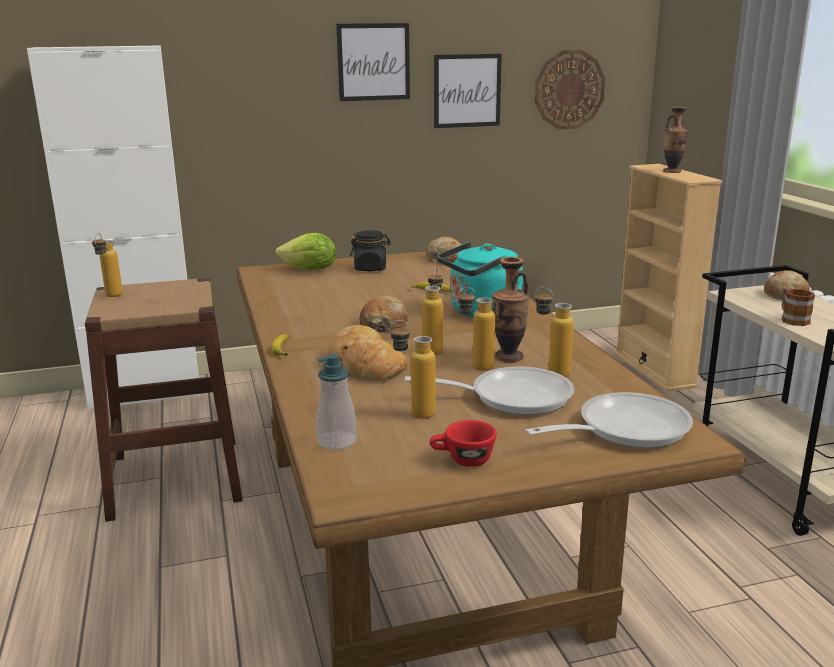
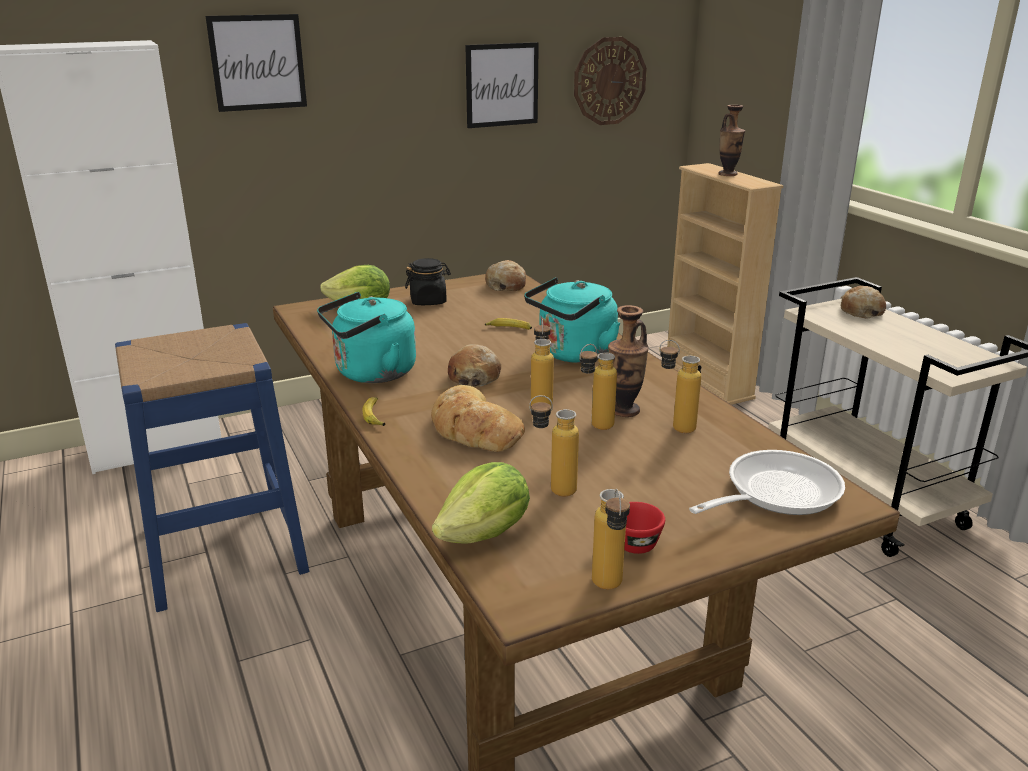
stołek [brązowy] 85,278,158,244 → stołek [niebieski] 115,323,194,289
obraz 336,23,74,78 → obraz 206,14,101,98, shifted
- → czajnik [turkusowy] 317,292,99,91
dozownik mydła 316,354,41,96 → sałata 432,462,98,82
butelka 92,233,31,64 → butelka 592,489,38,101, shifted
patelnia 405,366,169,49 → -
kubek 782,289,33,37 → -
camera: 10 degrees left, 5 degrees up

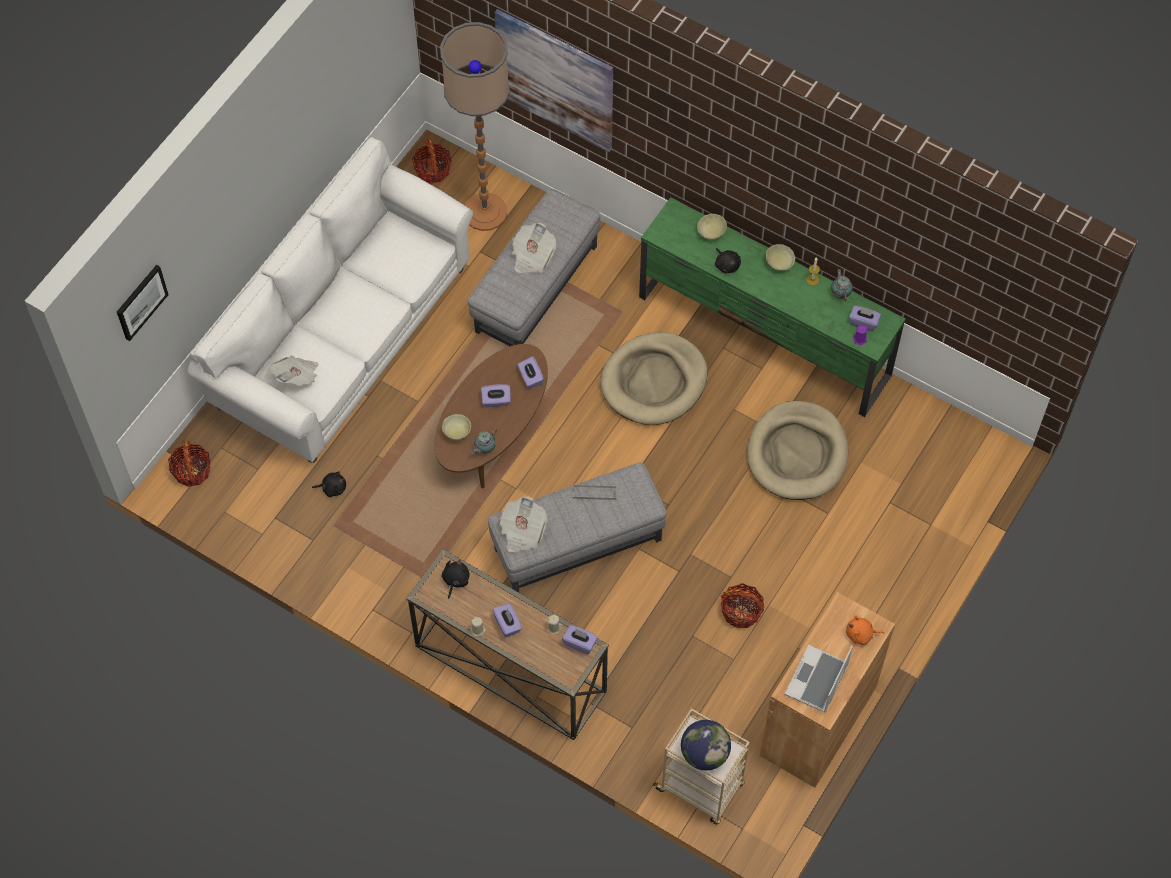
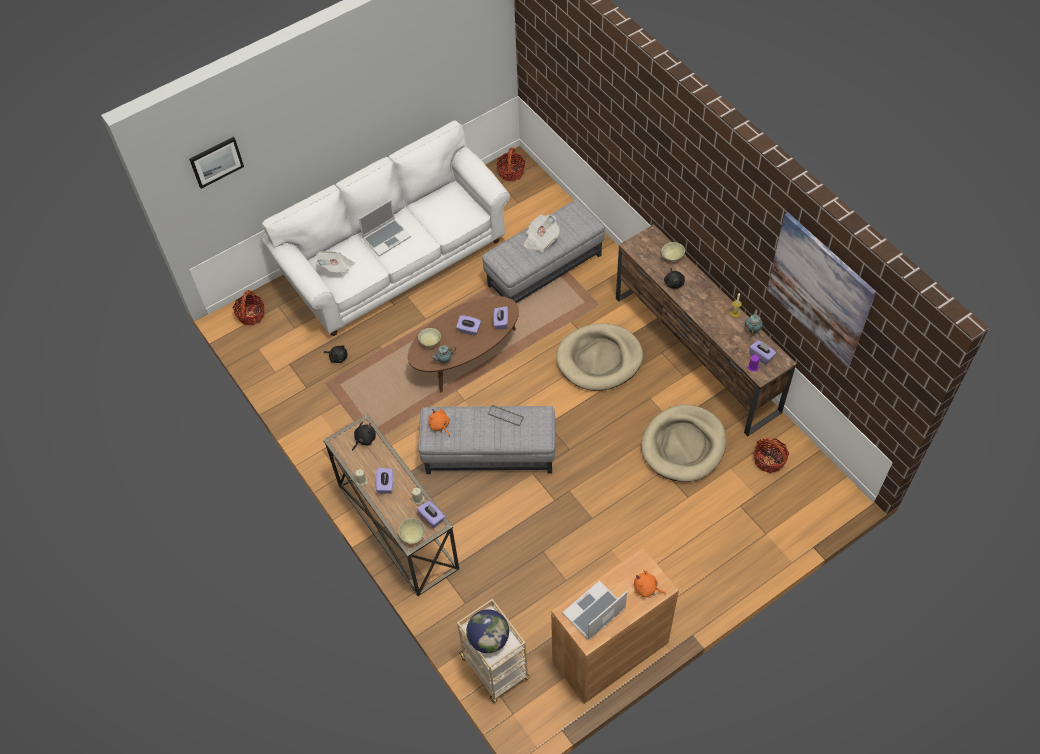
- → laptop 359,200,52,56
miska [beżowy] 766,244,29,27 → miska [beżowy] 398,518,27,26, shifted
gazeta 499,496,49,57 → pluszak [pomarańczowy] 428,408,22,28
szafka pod telewizor [zielony] 639,197,266,220 → szafka pod telewizor [brązowy] 616,224,180,212
koszyk 721,583,43,45 → koszyk 754,438,35,35, shifted
obraz 495,9,118,143 → obraz 767,212,109,155, shifted
lampa stojąca 440,22,70,209 → -
camera: 25 degrees right, 5 degrees down

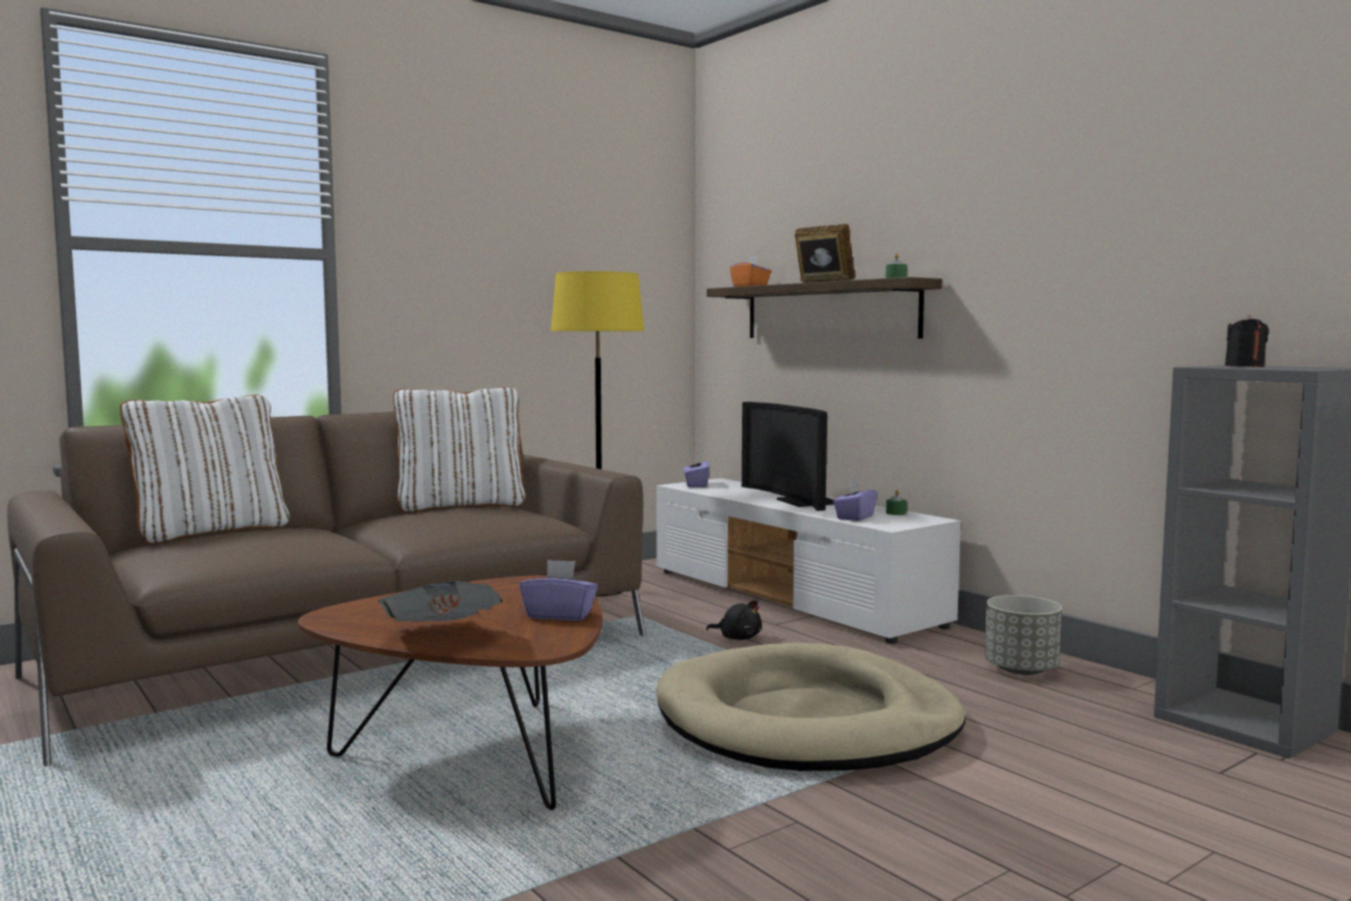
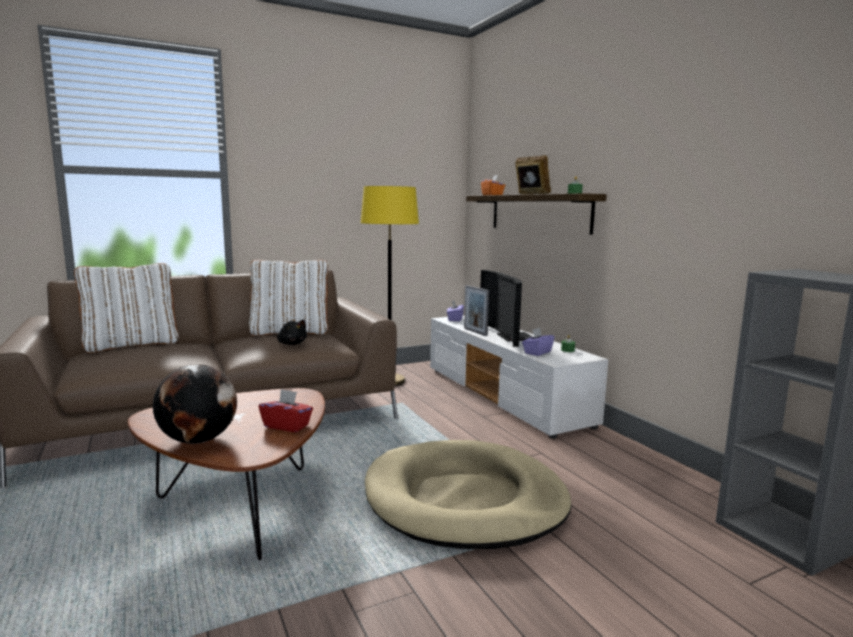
gazeta 377,581,126,41 → globus 153,364,84,80
pudełko chusteczek [fioletowy] 519,559,79,62 → pudełko chusteczek [czerwony] 259,389,54,43
pluszak [czarny] 706,600,56,40 → pluszak [czarny] 277,320,30,25, shifted
- → ramka na zdjęcie 464,285,25,51
donica [szary] 985,595,77,80 → -
świeca [czarny] 1225,315,44,52 → -
camera: 10 degrees right, 5 degrees up

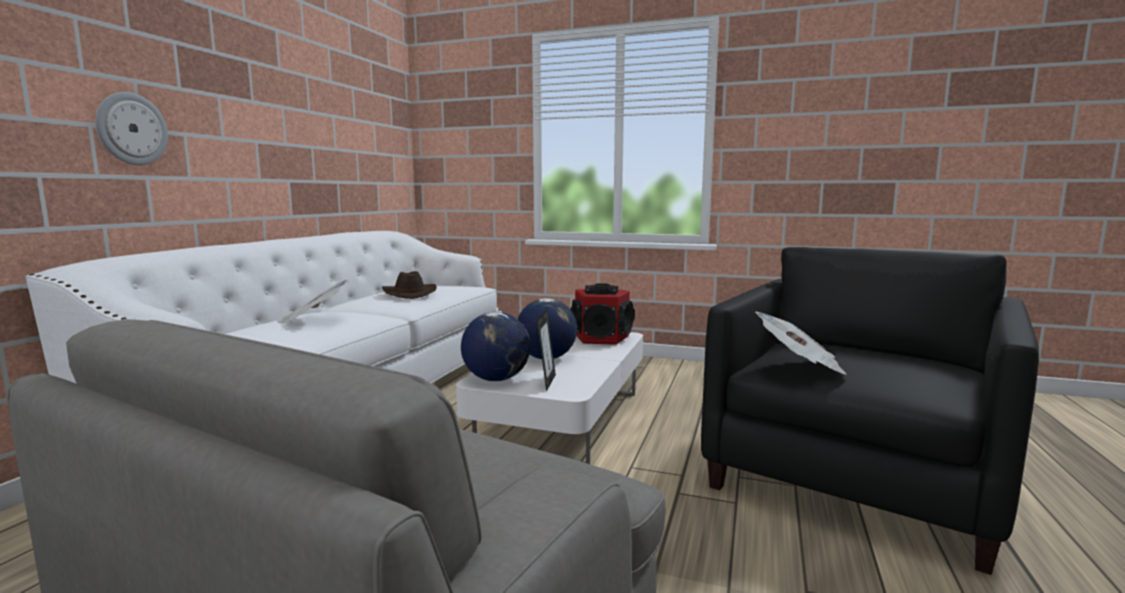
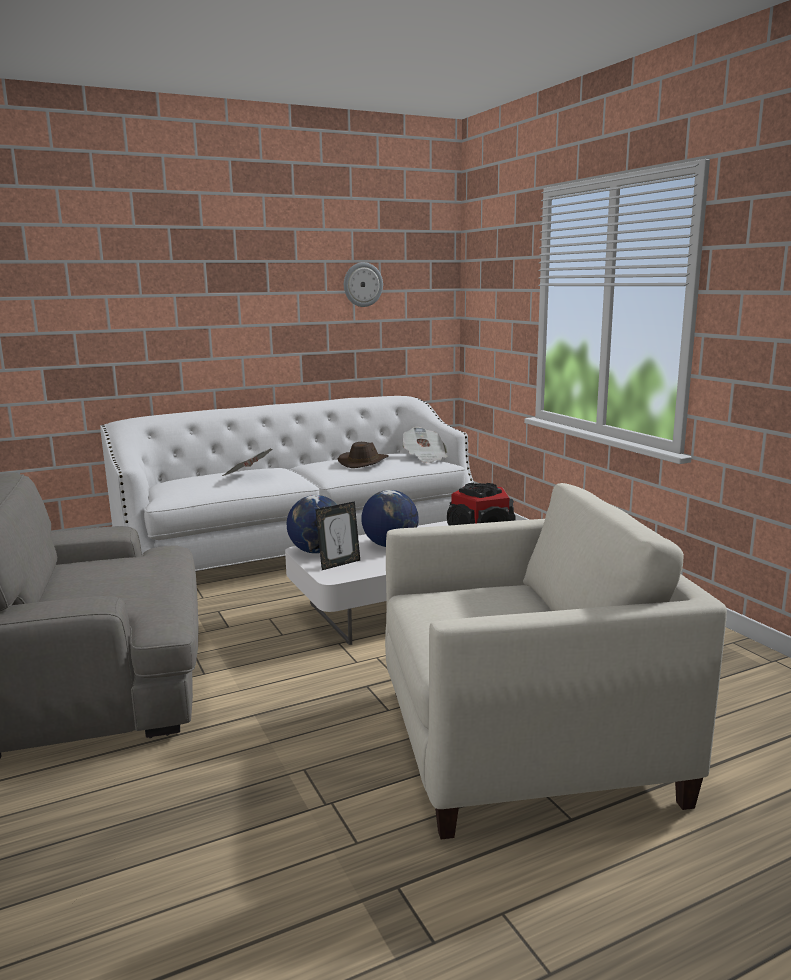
zegar ścienny 95,92,73,73 → zegar ścienny 344,262,39,45, shifted
fotel [czarny] 701,247,338,328 → fotel [beżowy] 385,483,342,356
gazeta 755,312,91,62 → gazeta 402,427,46,36, shifted
camera: 45 degrees right, 5 degrees up

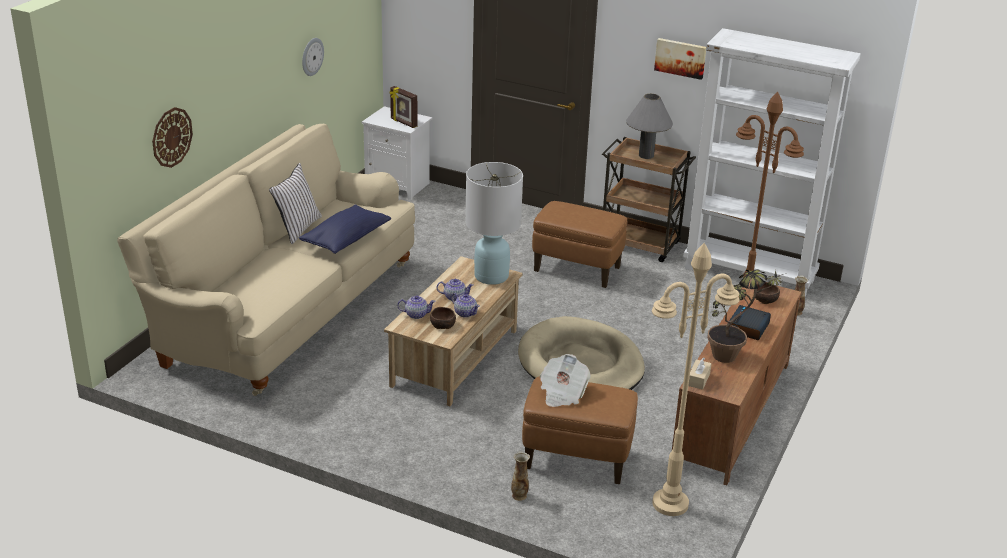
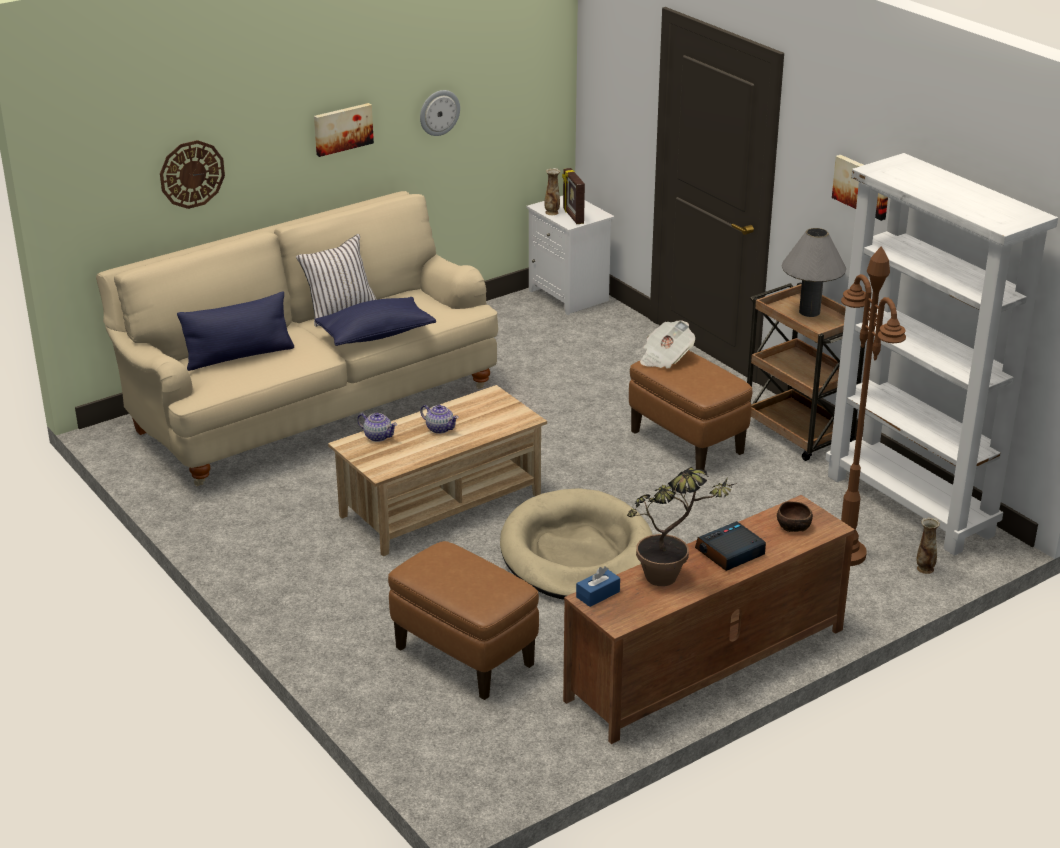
- → poduszka [niebieski] 177,291,117,80
- → obraz 314,103,60,54
wazon 511,451,19,50 → wazon 544,168,17,47, shifted
pudełko chusteczek [beżowy] 688,357,24,33 → pudełko chusteczek [niebieski] 576,566,44,41
gazeta 540,354,51,53 → gazeta 640,320,55,48, shifted
miska [brązowy] 430,307,26,22 → -
imbryk 452,293,28,24 → -
lampa stołowa [biały] 465,162,58,123 → -
lampa stojąca [beżowy] 652,243,88,273 → -
camera: 30 degrees right, 0 degrees up

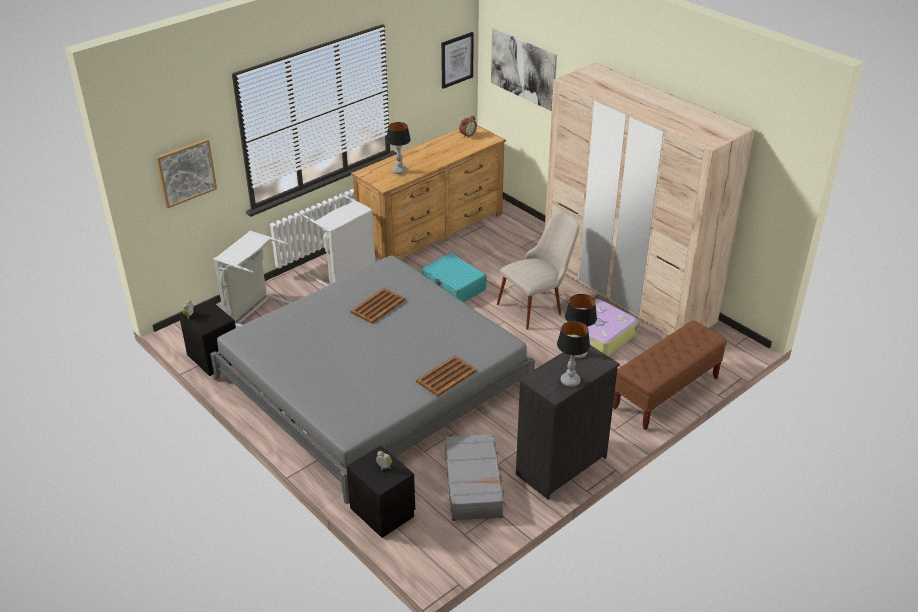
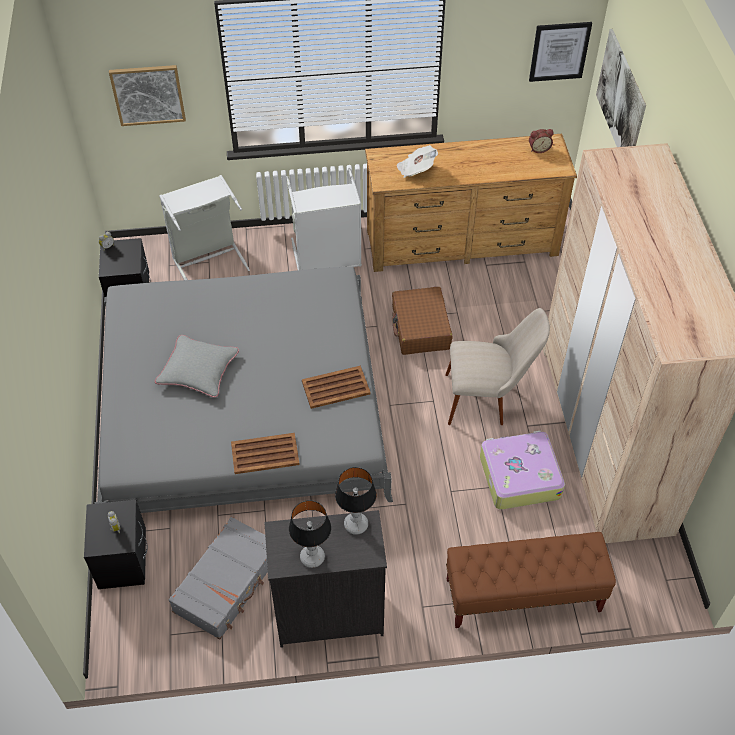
- → poduszka [szary] 155,335,84,62
taca [brązowy] 351,288,54,36 → taca [brązowy] 302,366,69,43, shifted
walizka [turkusowy] 421,253,66,49 → walizka [brązowy] 392,287,61,68
lampa stołowa 386,122,25,52 → gazeta 397,145,41,33
camera: 35 degrees right, 15 degrees up

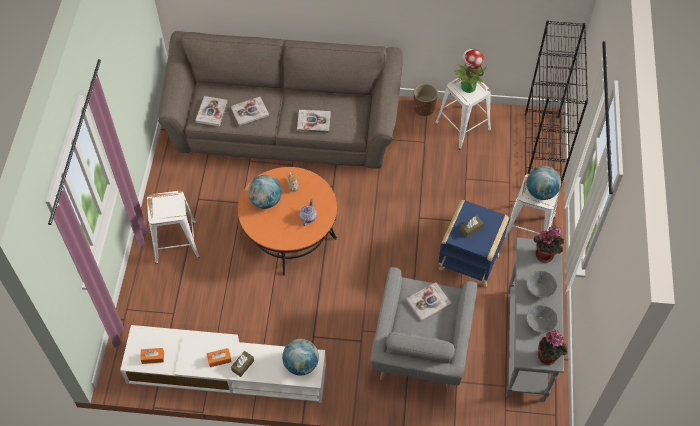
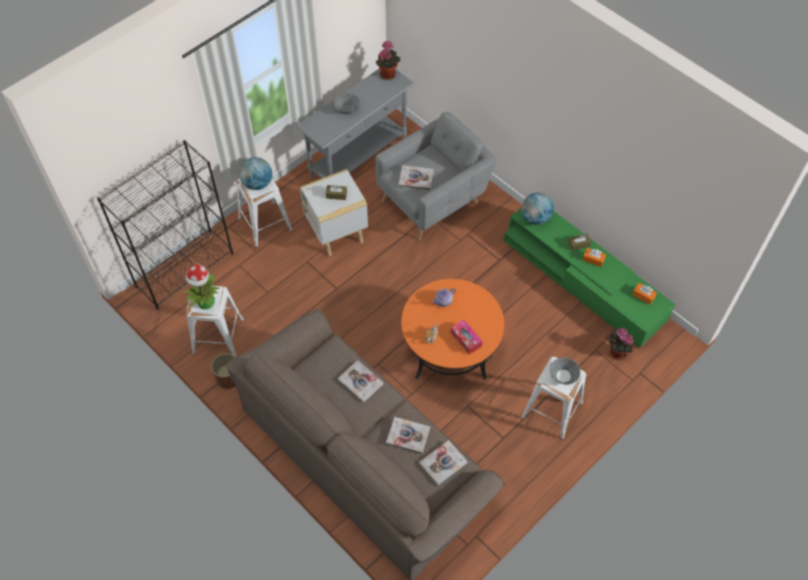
stolik [niebieski] 438,200,71,87 → stolik [biały] 300,169,68,87
globus 248,175,34,34 → pudełko chusteczek 451,320,31,34
szafka pod telewizor [biały] 120,325,206,78 → szafka pod telewizor [zielony] 504,208,171,140
miska [szary] 526,305,32,28 → miska [szary] 550,358,30,27, shifted
roślina doniczkowa 534,225,30,37 → roślina doniczkowa 609,328,25,32, shifted
camera: 140 degrees left, 0 degrees up

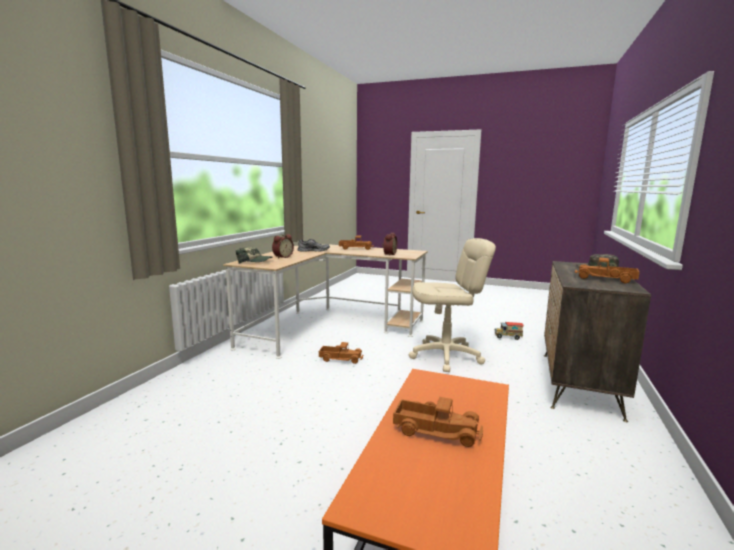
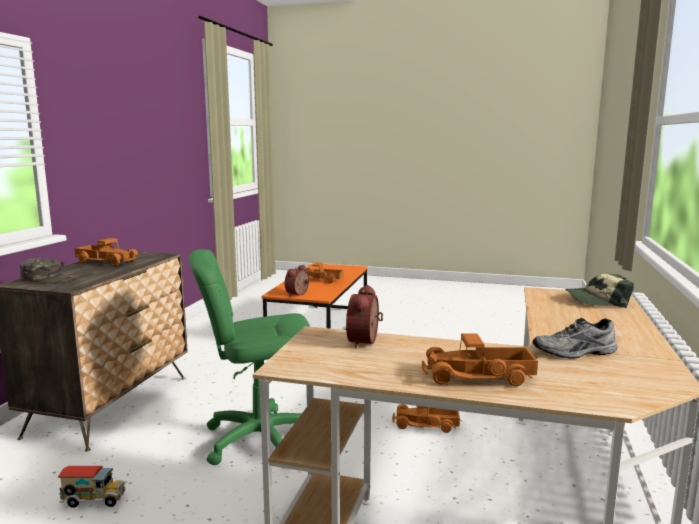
krzesło biurowe [beżowy] 409,238,87,134 → krzesło biurowe [zielony] 189,249,122,216
budzik 272,234,22,25 → budzik 284,265,25,31, shifted
camera: 175 degrees right, 0 degrees up

